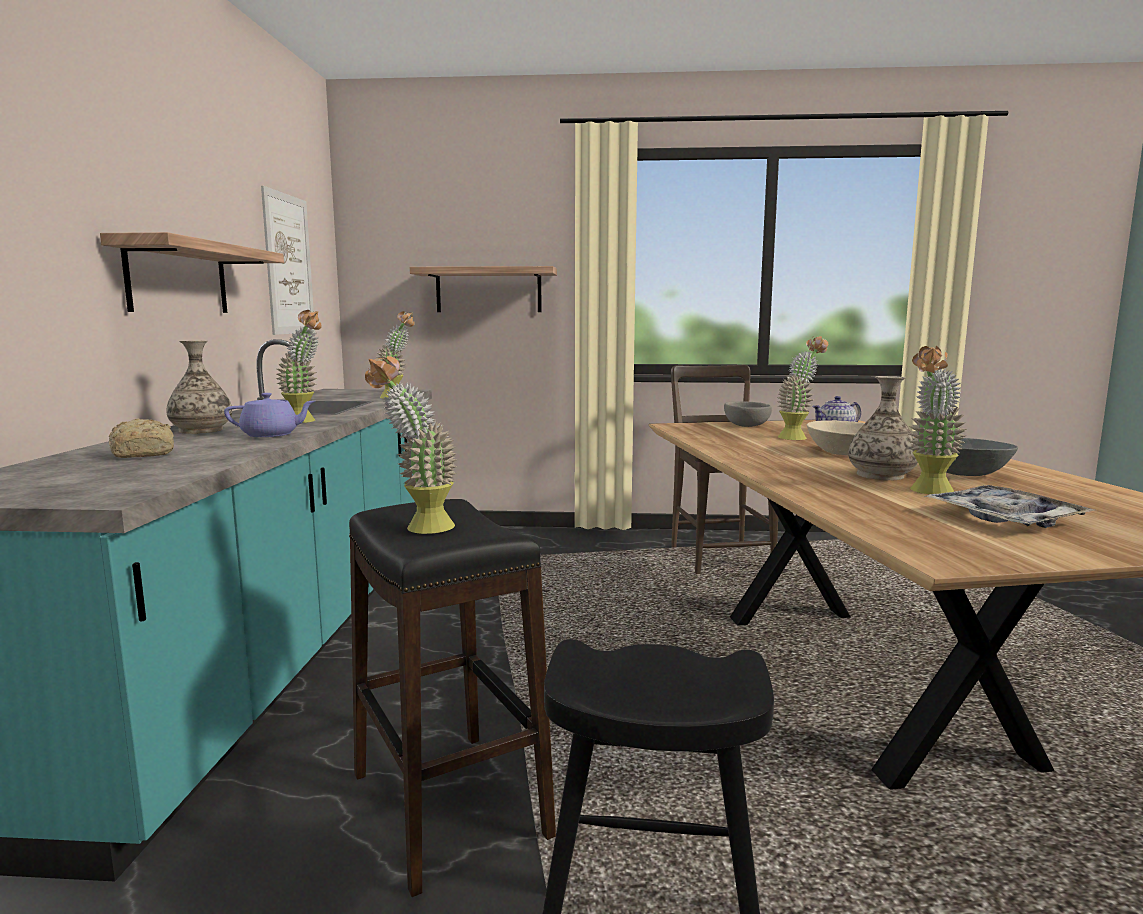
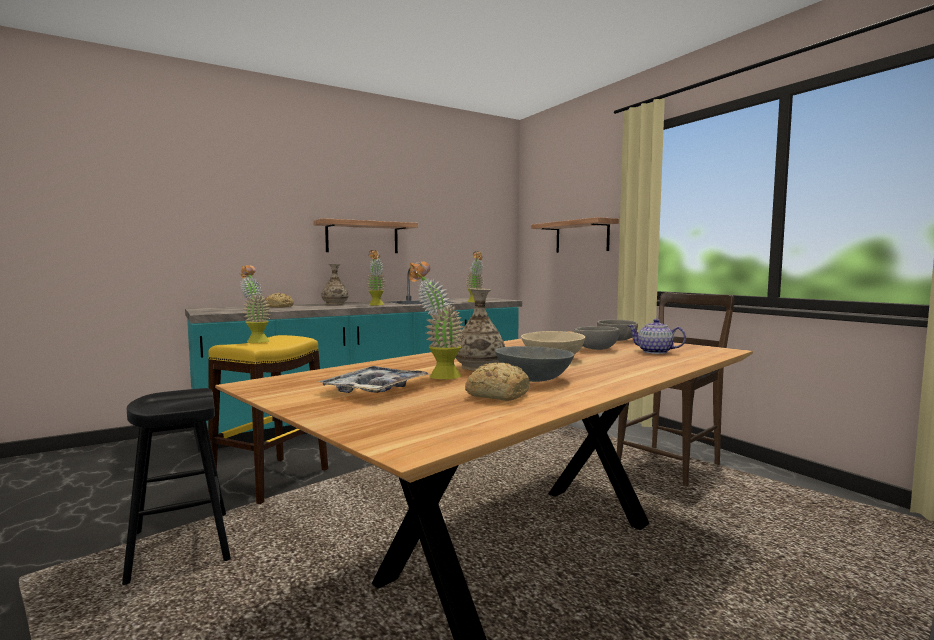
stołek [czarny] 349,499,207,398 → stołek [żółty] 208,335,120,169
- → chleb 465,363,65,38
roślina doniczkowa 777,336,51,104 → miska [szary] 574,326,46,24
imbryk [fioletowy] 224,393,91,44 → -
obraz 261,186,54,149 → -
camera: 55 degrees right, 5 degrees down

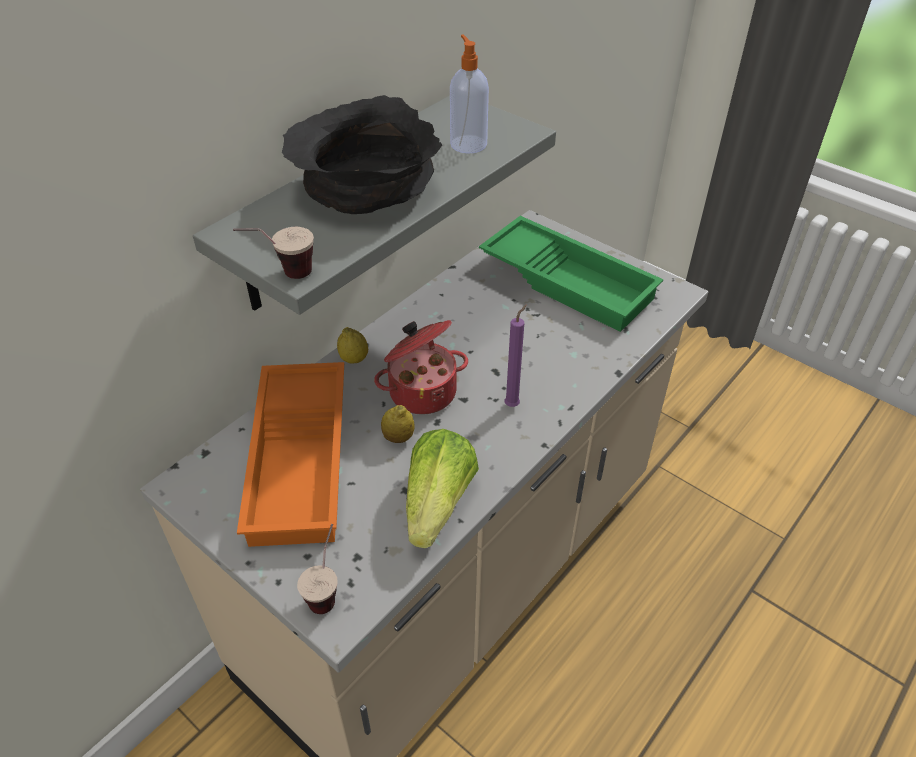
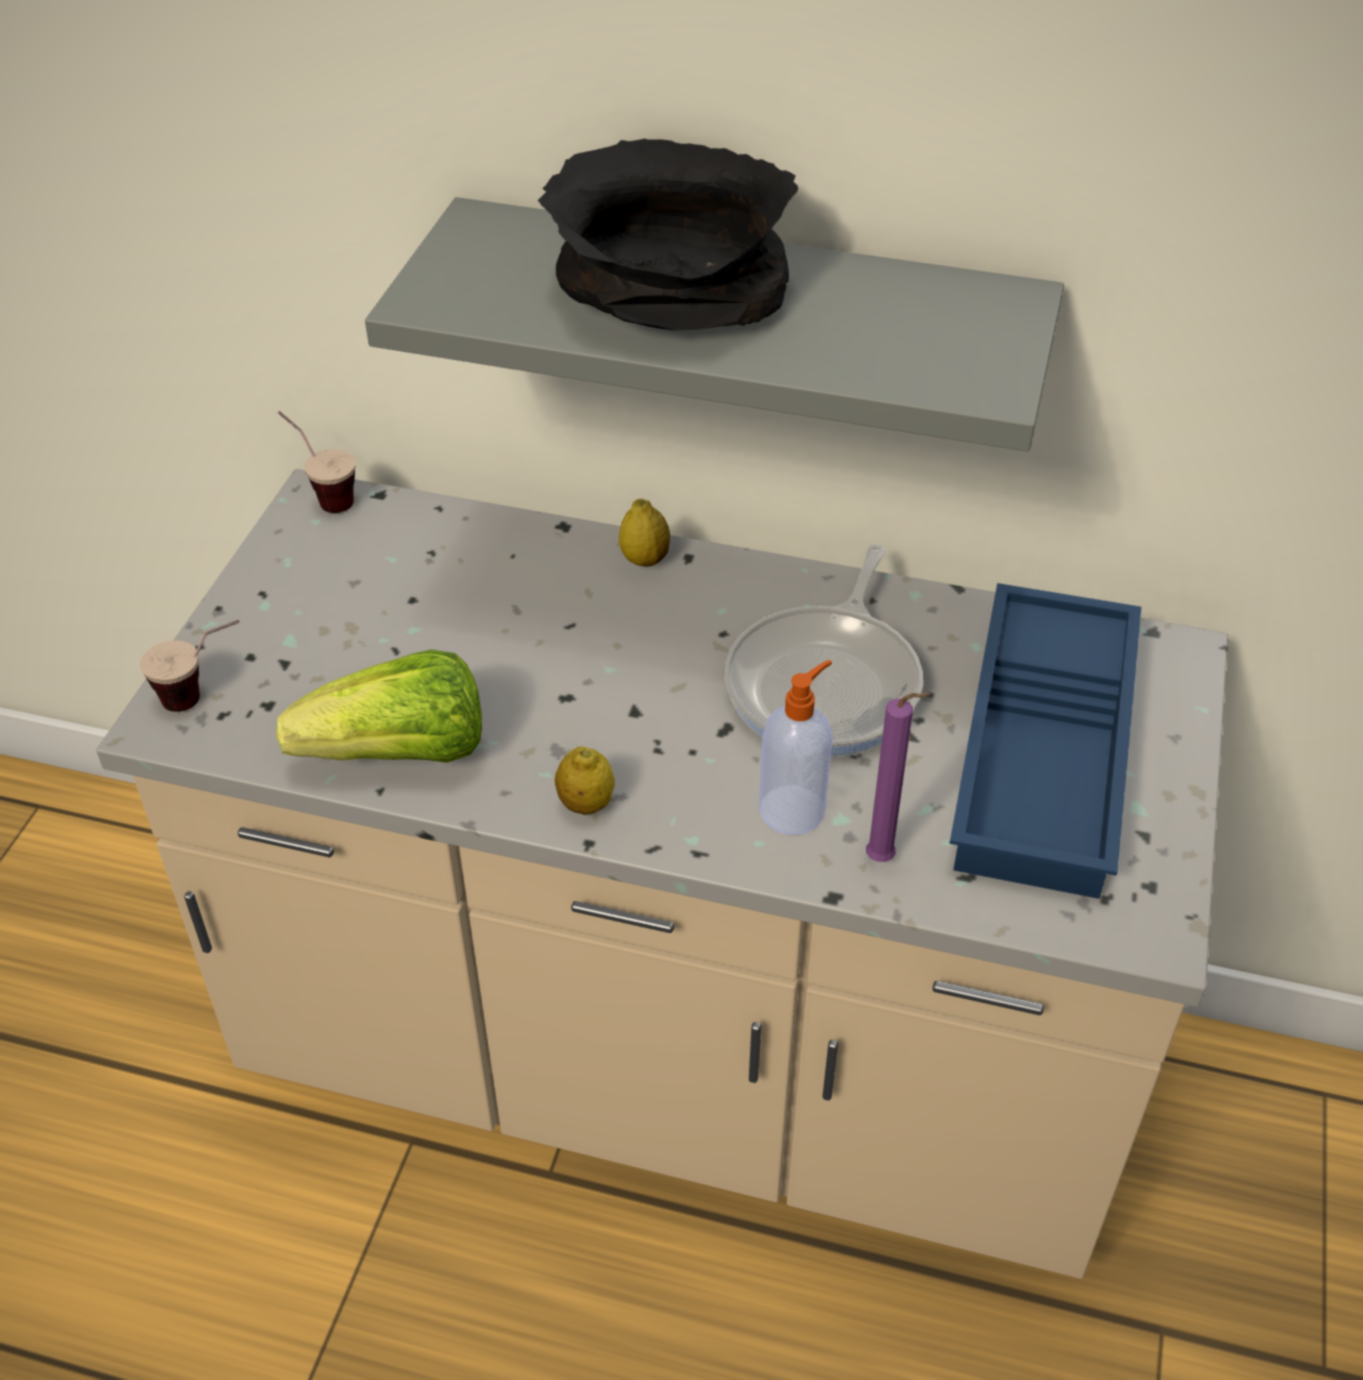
filiżanka 233,227,81,52 → filiżanka 278,411,77,102, shifted
cytryna 381,405,34,38 → cytryna 555,746,60,69, shifted
- → patelnia 725,544,198,212
dozownik mydła 450,34,39,120 → dozownik mydła 759,660,74,175, shifted
świeca [fioletowy] 504,304,23,103 → świeca [fioletowy] 866,692,64,170, shifted
taca [zielony] 479,216,185,116 → taca [niebieski] 949,583,192,316
taca [pomarańczowy] 237,362,107,185 → -
garnek 374,320,94,95 → -
camera: 65 degrees right, 0 degrees up

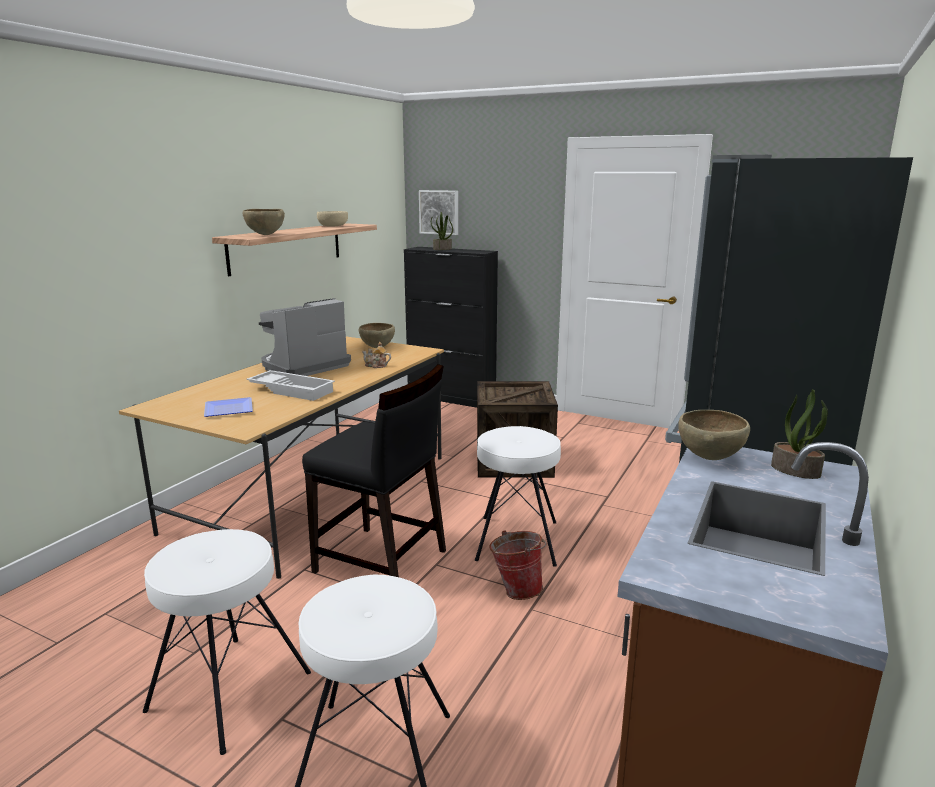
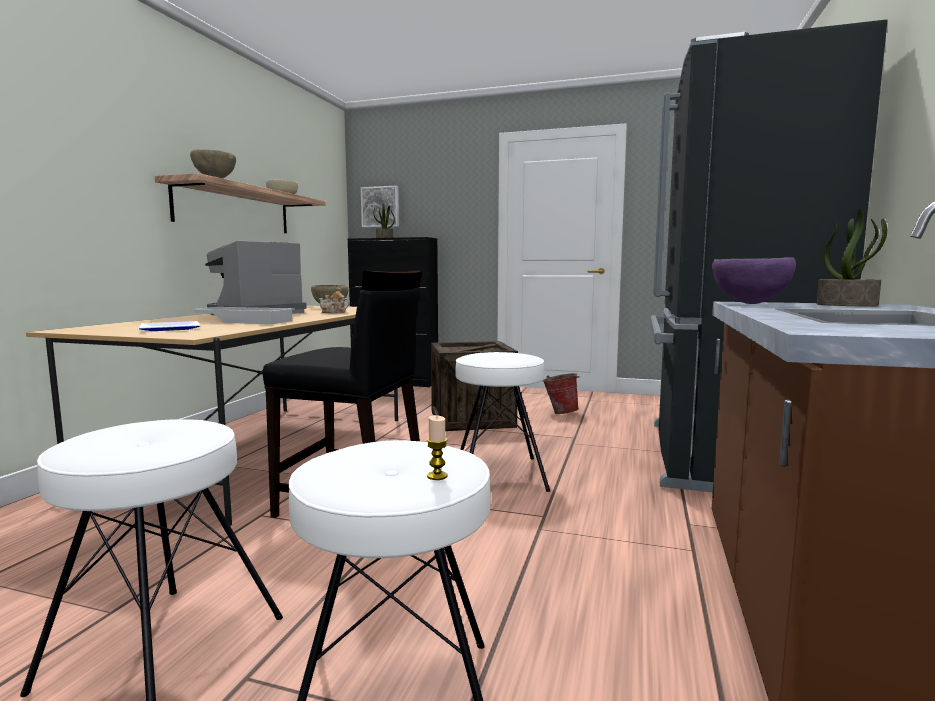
- → świeca 427,415,20,65
wiadro 490,531,56,69 → wiadro 542,373,37,41, shifted
miska [brązowy] 678,410,72,50 → miska [fioletowy] 712,257,84,47
camera: 10 degrees left, 10 degrees down

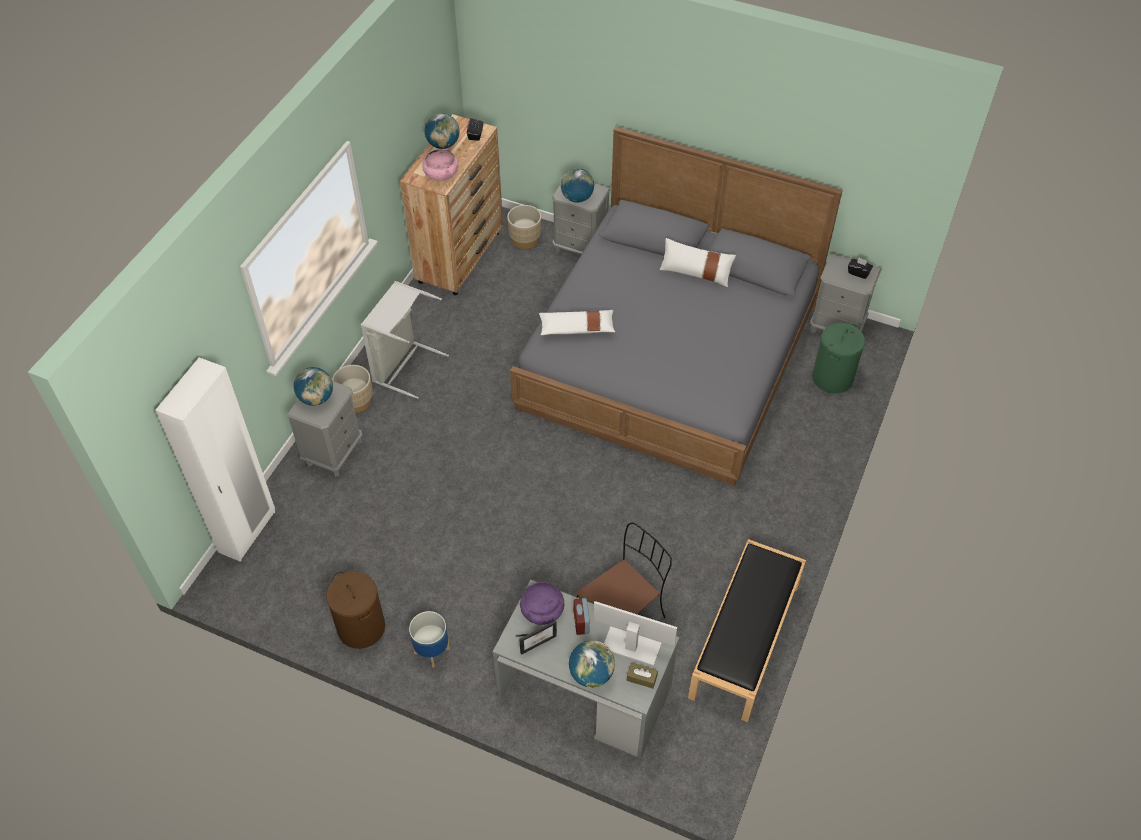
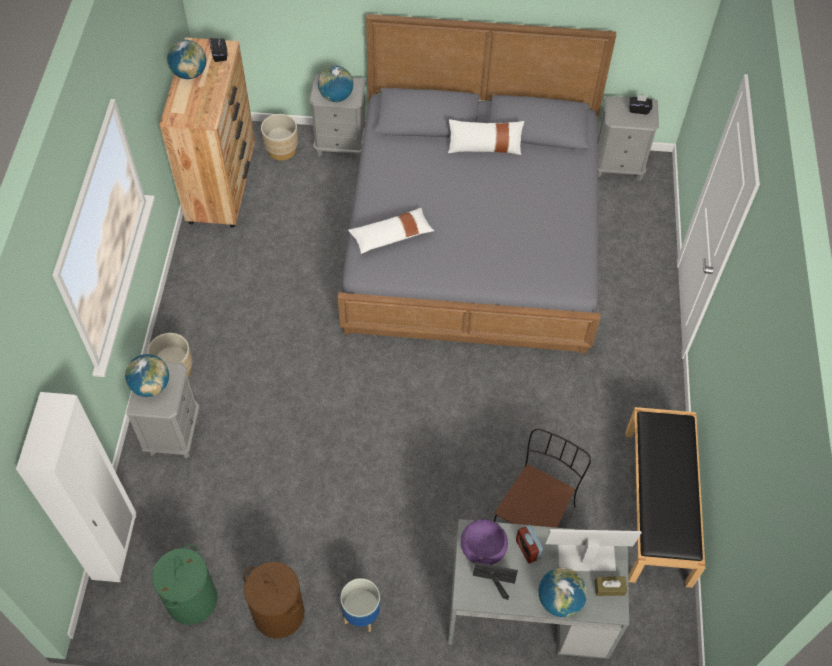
kosz na pranie [zielony] 812,323,53,71 → kosz na pranie [zielony] 152,544,66,81, shifted
ramka na zdjęcie 515,621,42,34 → ramka na zdjęcie 473,562,45,38, 120 degrees counterclockwise
kosz na pranie [szary] 361,281,88,118 → -
miska [różowy] 422,149,36,32 → -
camera: 20 degrees left, 5 degrees up

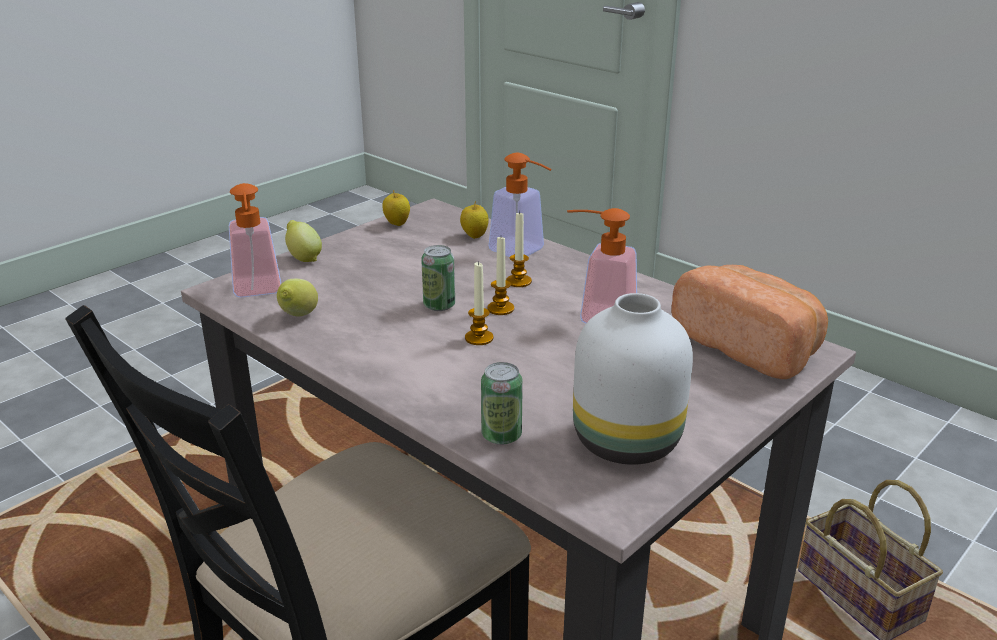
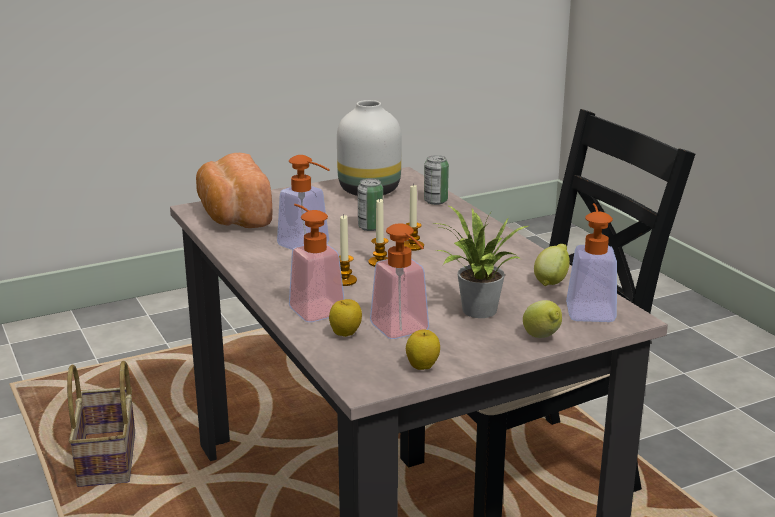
puszka 421,245,34,66 → puszka 357,179,26,52, shifted
- → dozownik mydła 370,223,59,116
- → roślina doniczkowa 433,205,95,113
camera: 160 degrees left, 5 degrees down

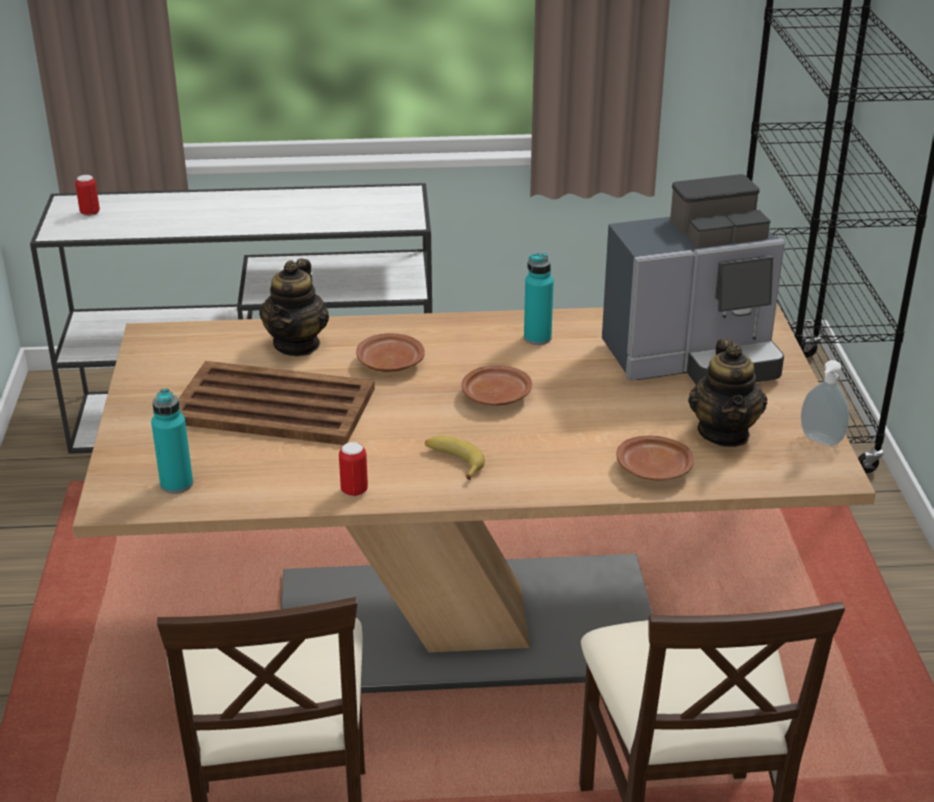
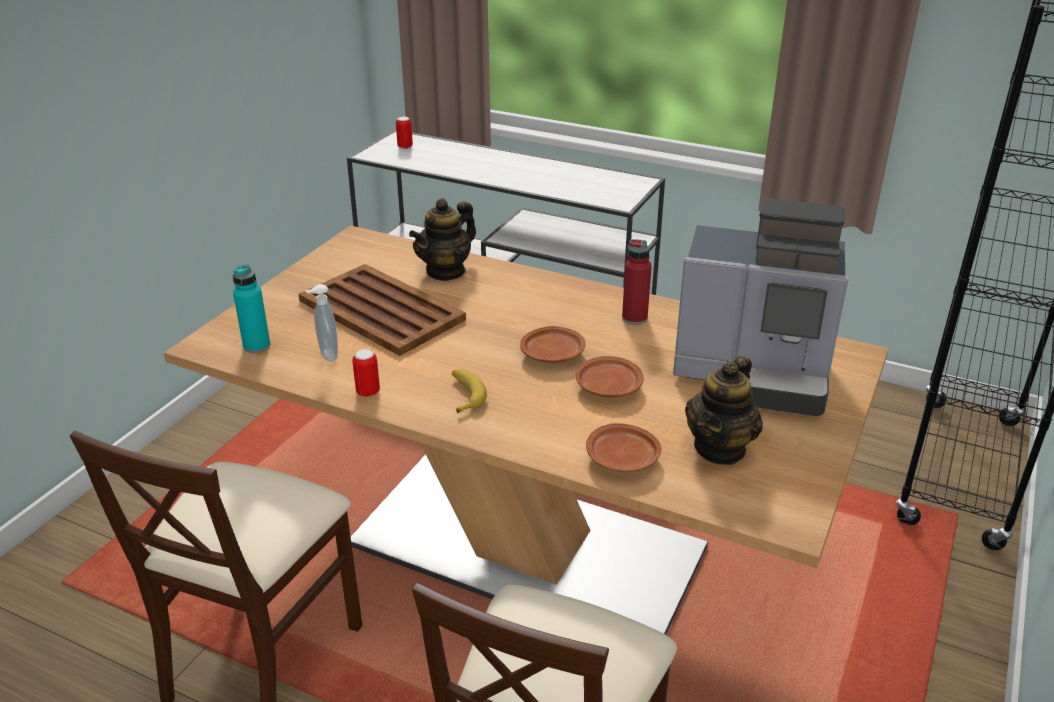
dozownik mydła 801,360,48,86 → dozownik mydła 306,284,32,78, shifted
talerz [brązowy] 356,333,69,39 → talerz [brązowy] 575,356,69,41, shifted
butelka [turkusowy] 524,253,30,92 → butelka [czerwony] 622,239,30,86
camera: 30 degrees right, 0 degrees up

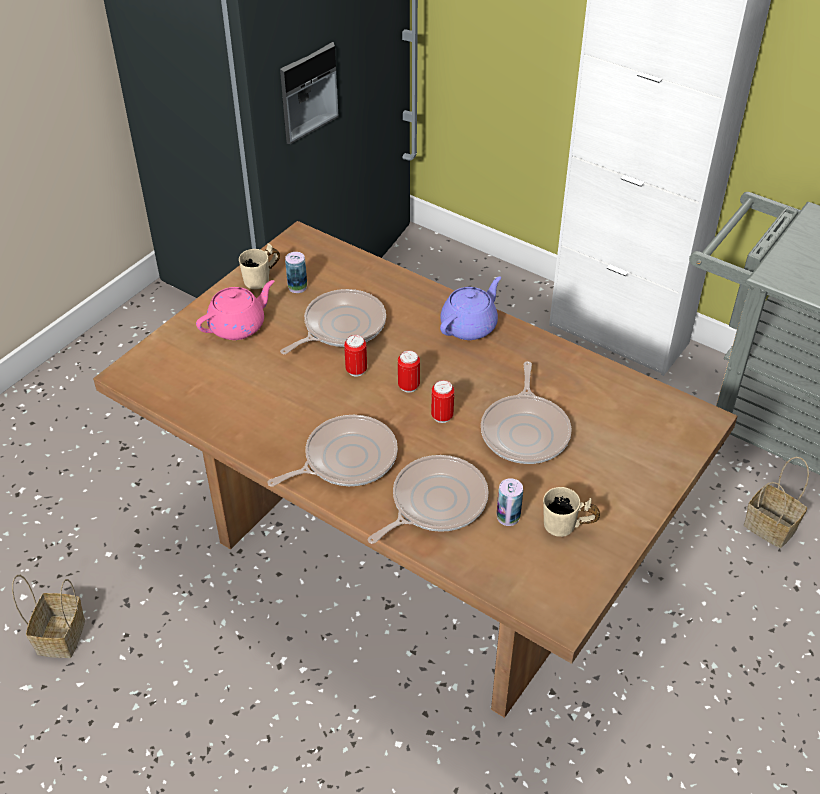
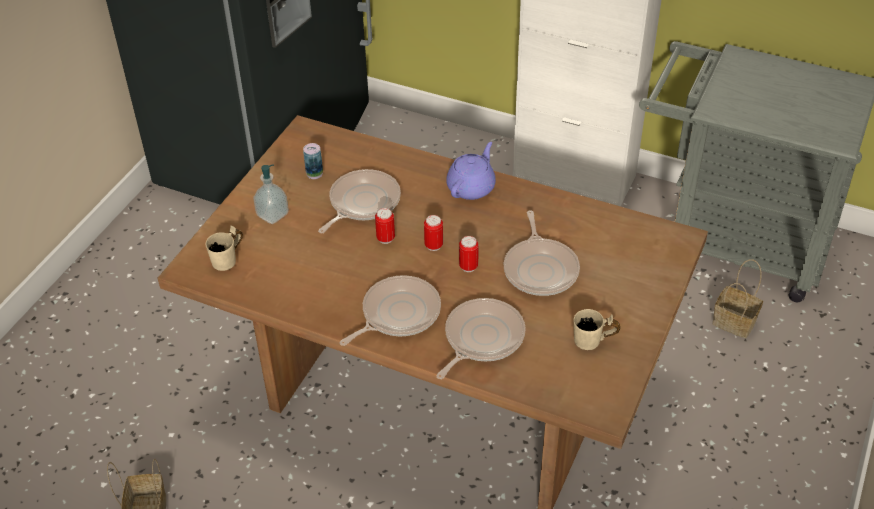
kubek [beżowy] 239,243,41,46 → kubek [beżowy] 206,226,37,45, shifted
imbryk [różowy] 196,280,78,60 → dozownik mydła 253,164,36,60
puszka 497,478,26,48 → -
camera: 10 degrees left, 0 degrees up

